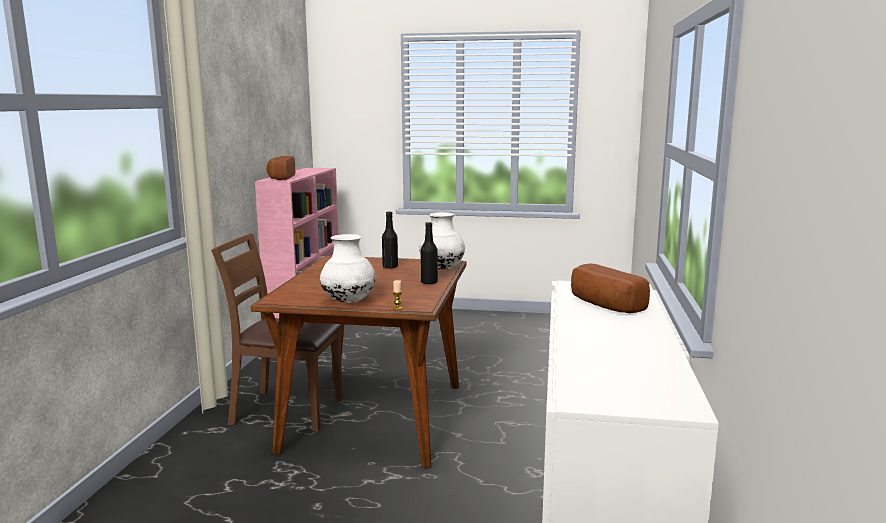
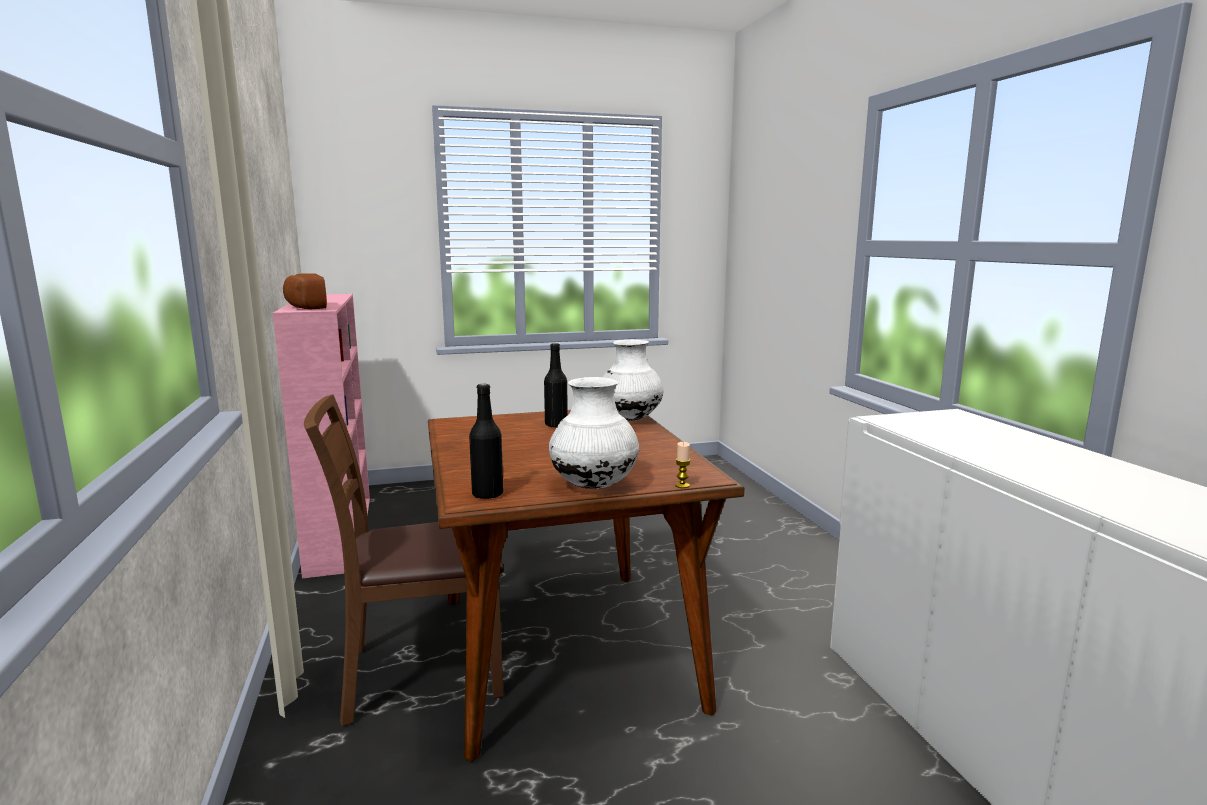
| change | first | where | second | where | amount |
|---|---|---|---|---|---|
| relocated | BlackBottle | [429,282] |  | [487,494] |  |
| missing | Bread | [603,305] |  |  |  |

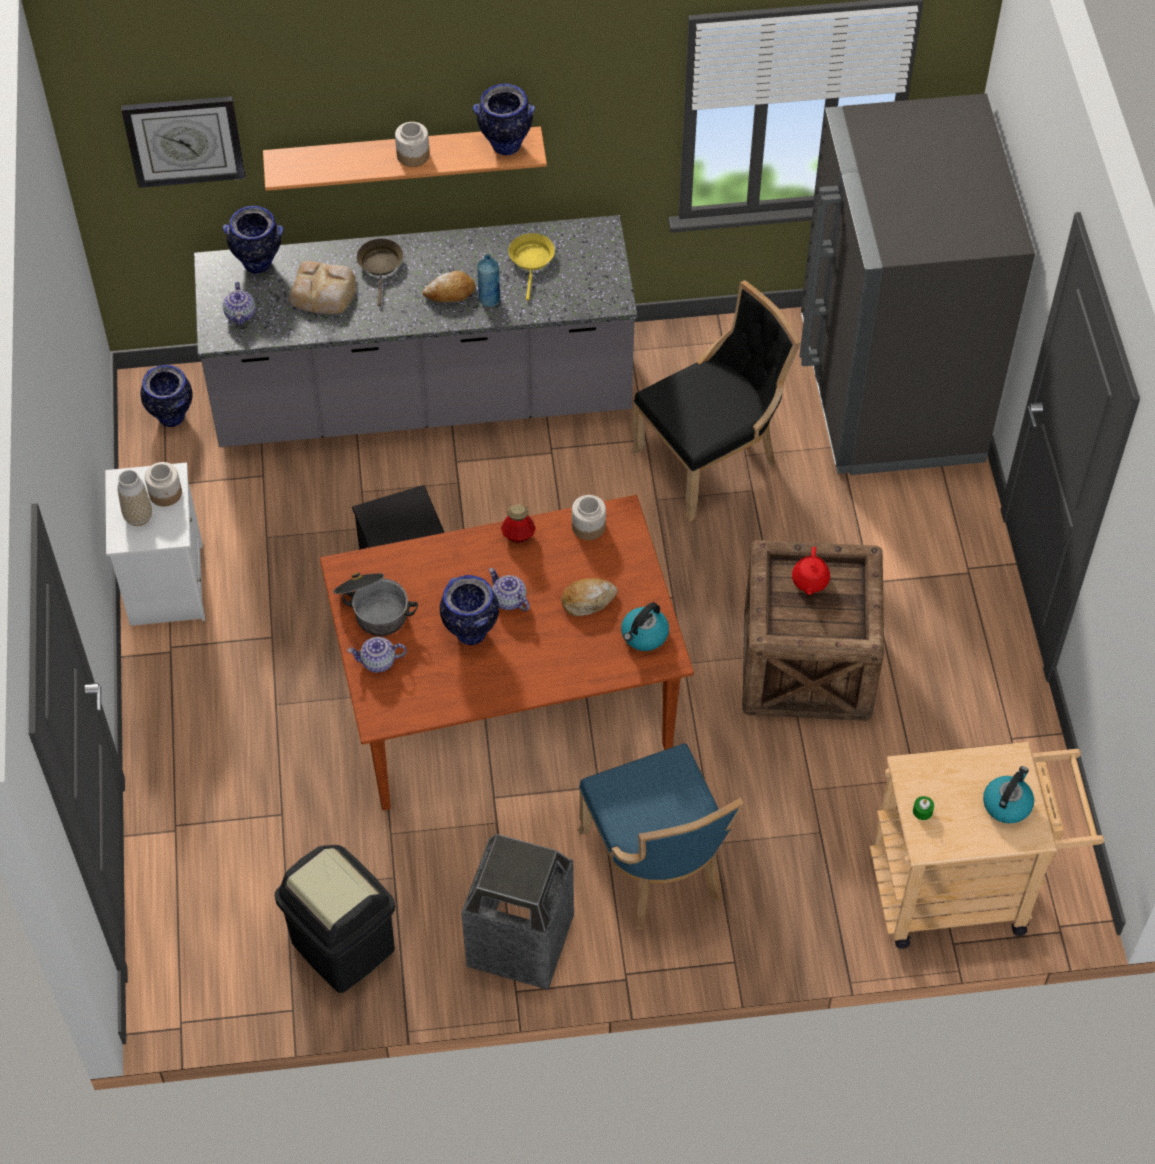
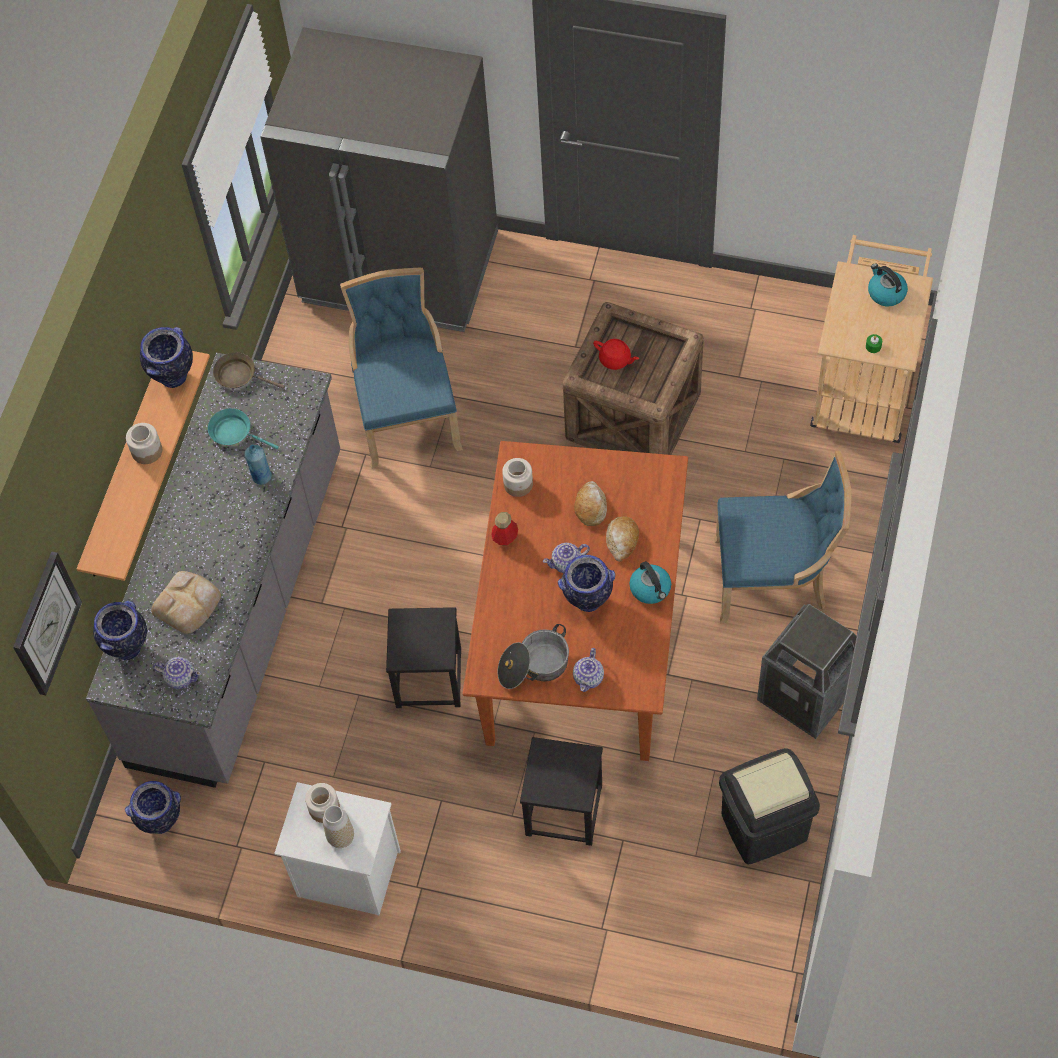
| change | first | where | second | where | amount |
|---|---|---|---|---|---|
| relocated | BrownFryingPan | [381,266] |  | [239,375] |  |
| relocated | Bread | [450,293] |  | [622,541] |  |
| colour | YellowFryingPan | [532,261] | TurquoiseFryingPan | [234,432] |  |
| relocated | Kettle | [644,635] |  | [651,589] |  |
| colour | BlackChair | [711,459] | BlueChair | [407,414] |  |
| appeared |  |  | BlackStool | [563,810] |  |

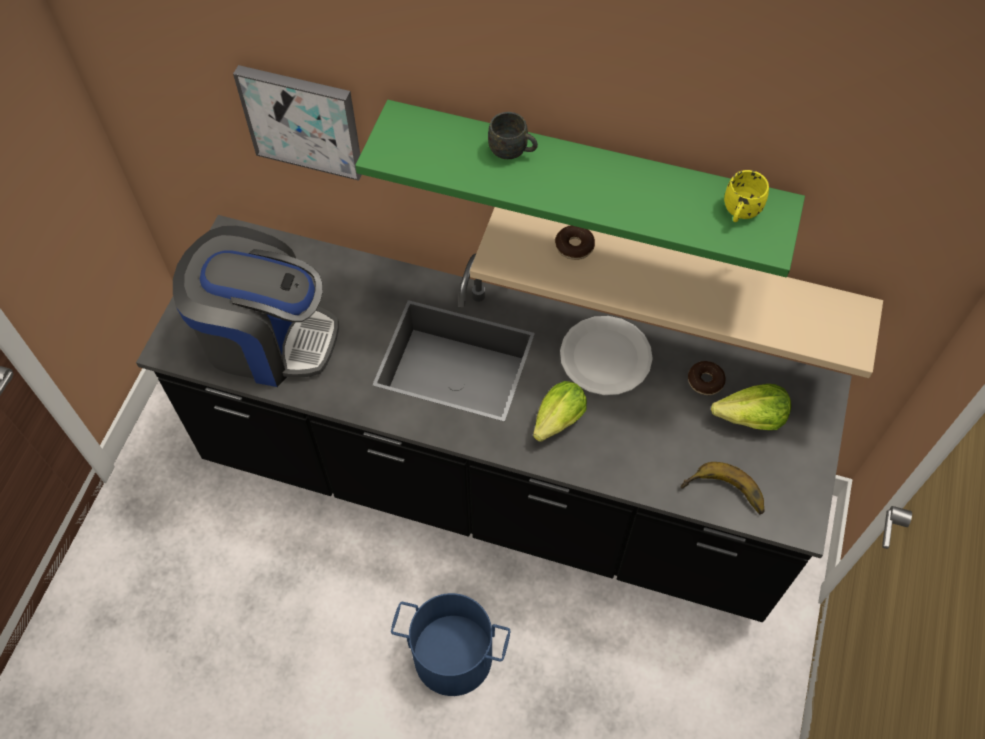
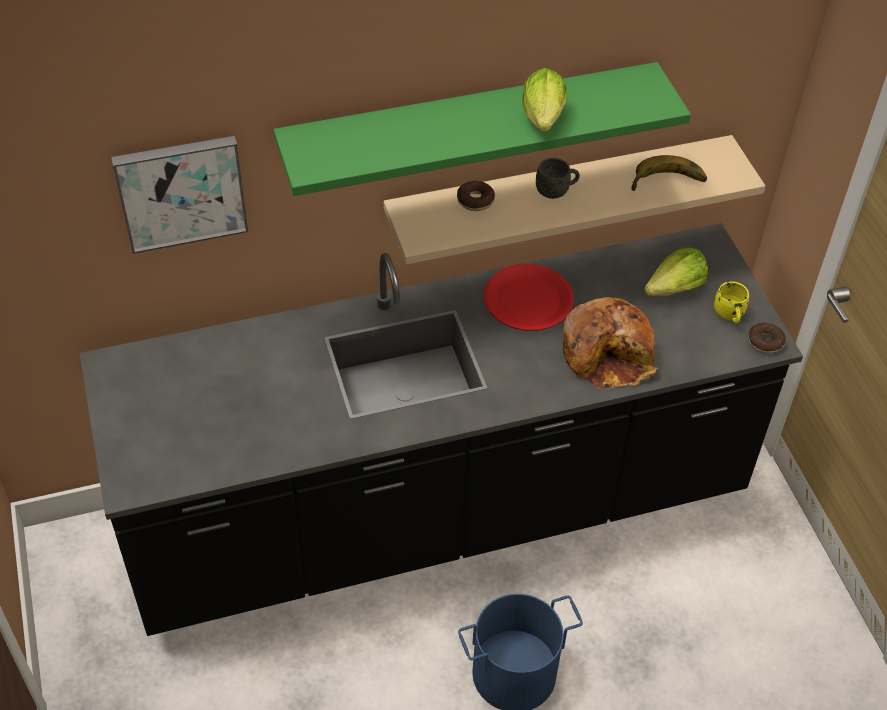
| change | first | where | second | where | amount |
|---|---|---|---|---|---|
| missing | CoffeeMachine | [267,338] |  |  |  |
| relocated | GreyMug | [513,151] |  | [556,191] |  |
| relocated | Lettuce | [556,423] |  | [543,121] |  |
| colour | WhitePlate | [605,357] | RedPlate | [528,299] |  |
| relocated | Banana | [723,496] |  | [668,183] |  |
| relocated | Donut | [705,381] |  | [765,342] |  |
| relocated | YellowMug | [740,212] |  | [729,316] |  |
| appeared |  |  | Bread | [608,353] |  |

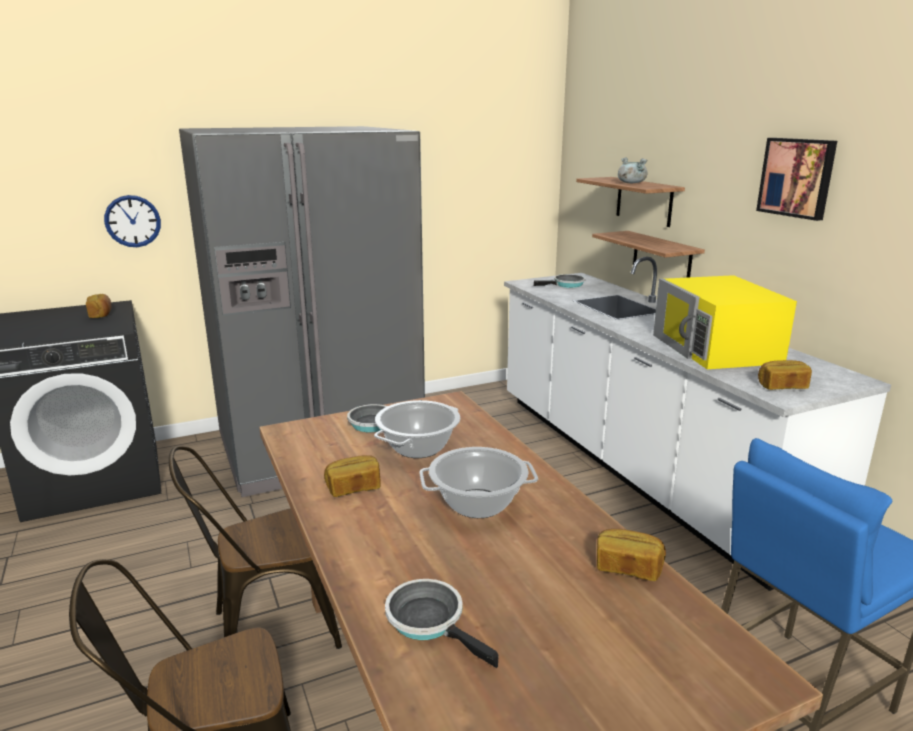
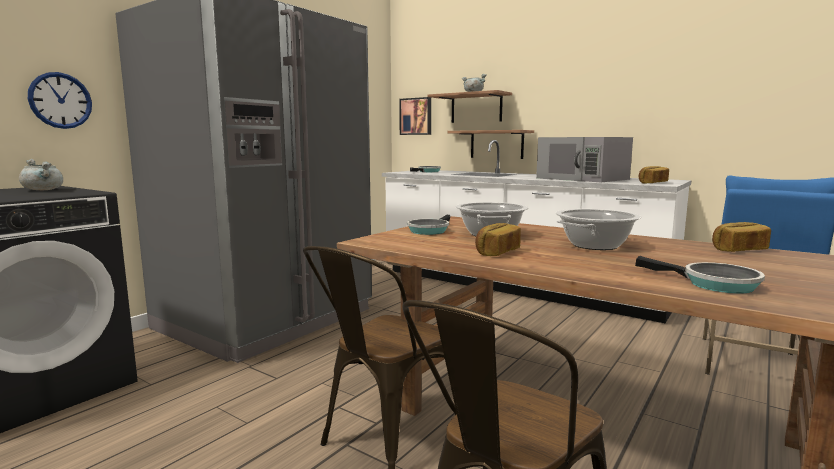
| change | first | where | second | where | amount |
|---|---|---|---|---|---|
| exchanged | Bread | [101,315] | GreyCookingPot | [44,190] |  |
| spun | FryingPan | [430,621] |  | [713,284] | 150 degrees counterclockwise |
| colour | YellowMicrowave | [716,349] | GreyMicrowave | [583,179] |  |
| relocated | Picture | [797,177] |  | [416,116] |  |

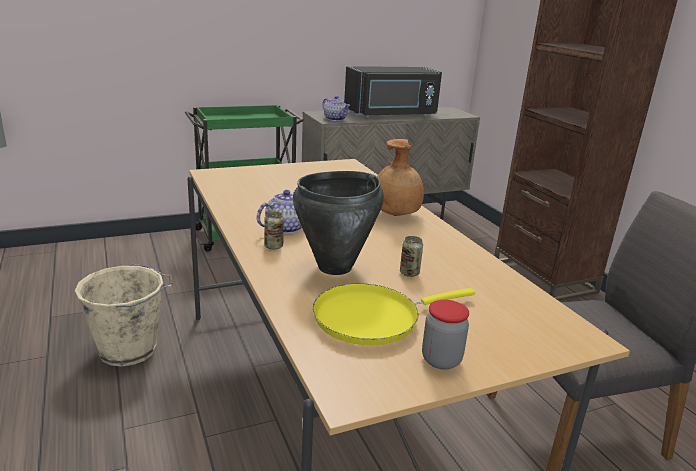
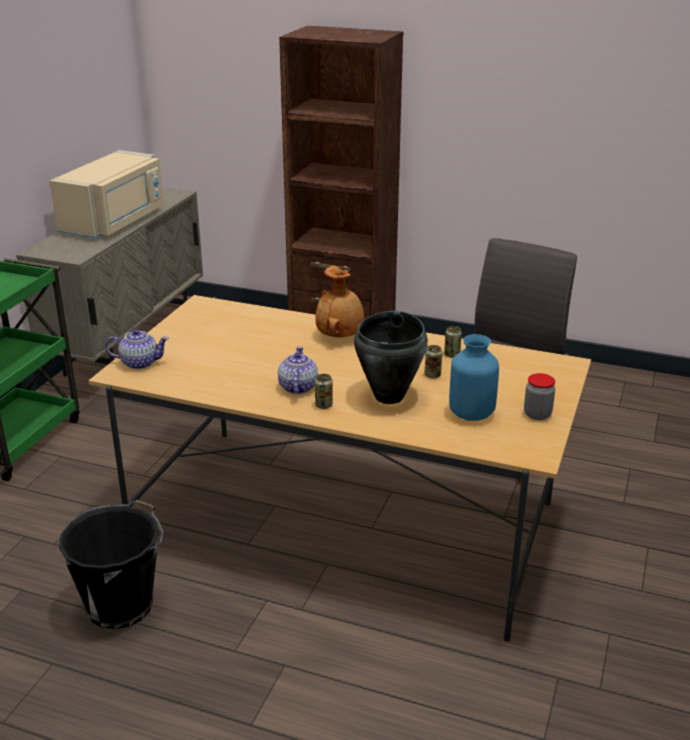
| change | first | where | second | where | amount |
|---|---|---|---|---|---|
| colour | BeigeBucket | [131,349] | BlackBucket | [122,604] |  |
| exchanged | YellowFryingPan | [373,318] | BlueVase | [470,414] |  |
| relocated | Teapot | [335,119] |  | [139,363] |  |
| colour | BlackMicrowave | [392,115] | BeigeMicrowave | [115,221] |  |
| appeared |  |  | Can | [452,355] |  |

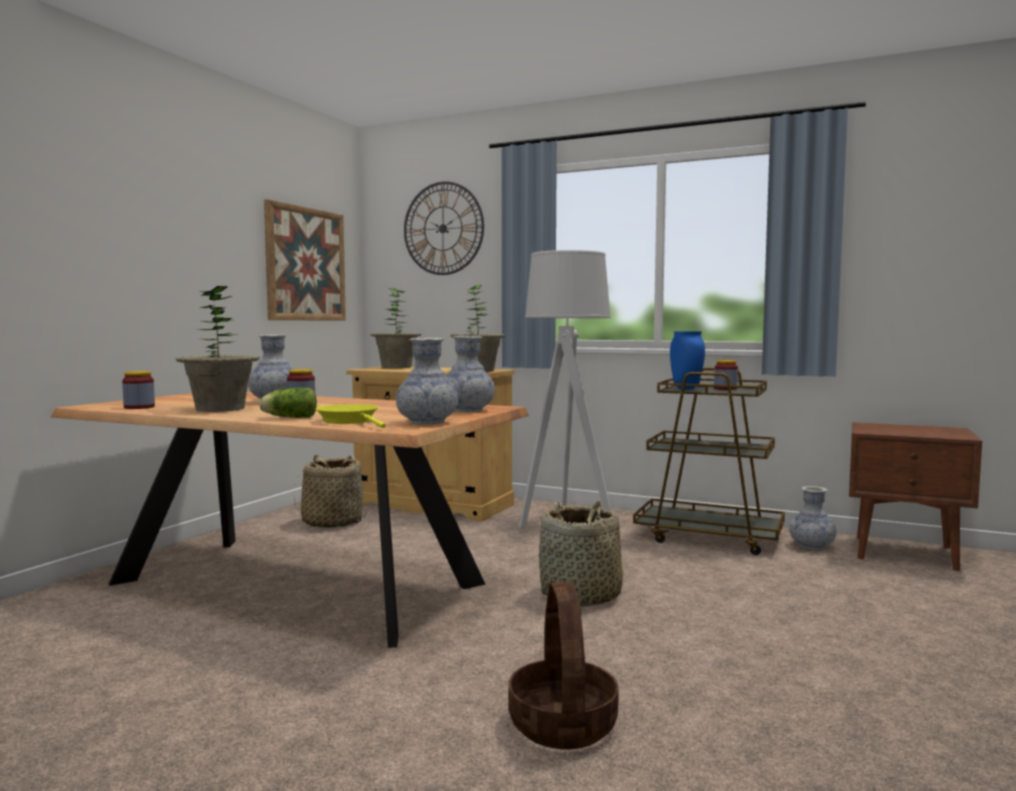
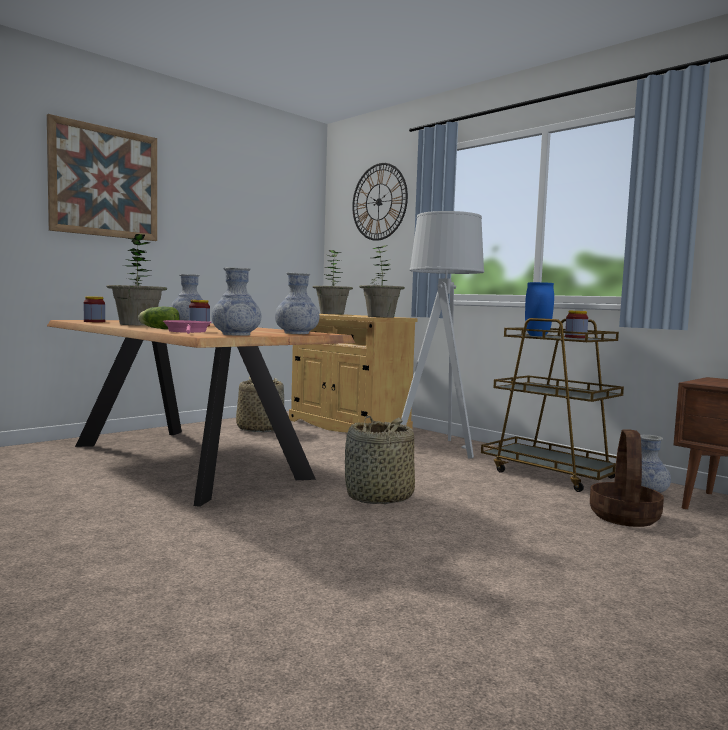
| change | first | where | second | where | amount |
|---|---|---|---|---|---|
| relocated | Picture | [306,264] |  | [104,182] |  |
| colour | YellowFryingPan | [350,421] | PinkFryingPan | [188,332] |  |
| relocated | Basket | [563,724] |  | [625,517] |  |

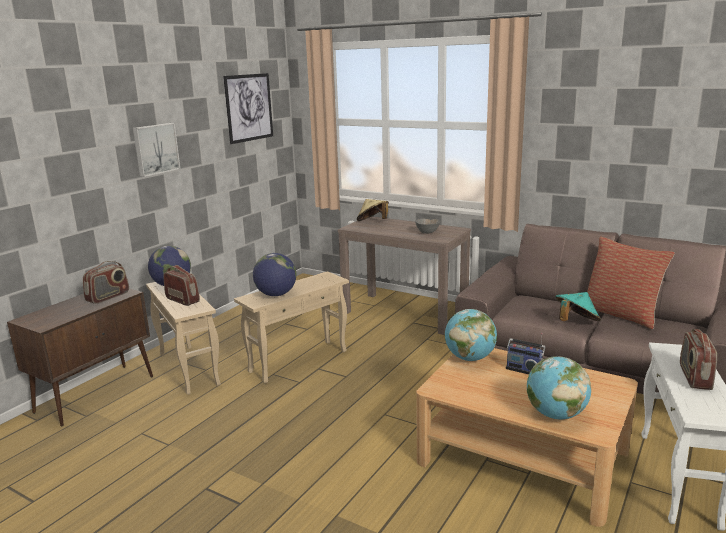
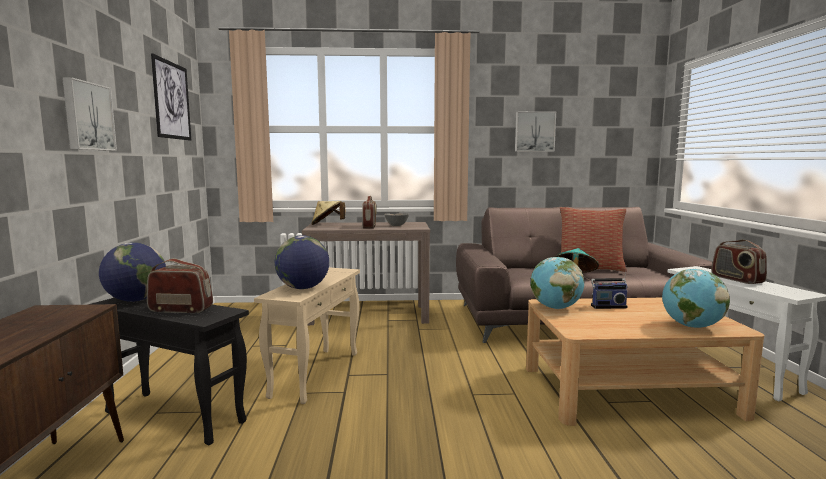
| change | first | where | second | where | amount |
|---|---|---|---|---|---|
| relocated | Radio | [108,297] |  | [369,226] |  |
| colour | BeigeSideTable | [188,369] | BlackSideTable | [174,417] |  |
| appeared |  |  | Picture | [534,131] |  |

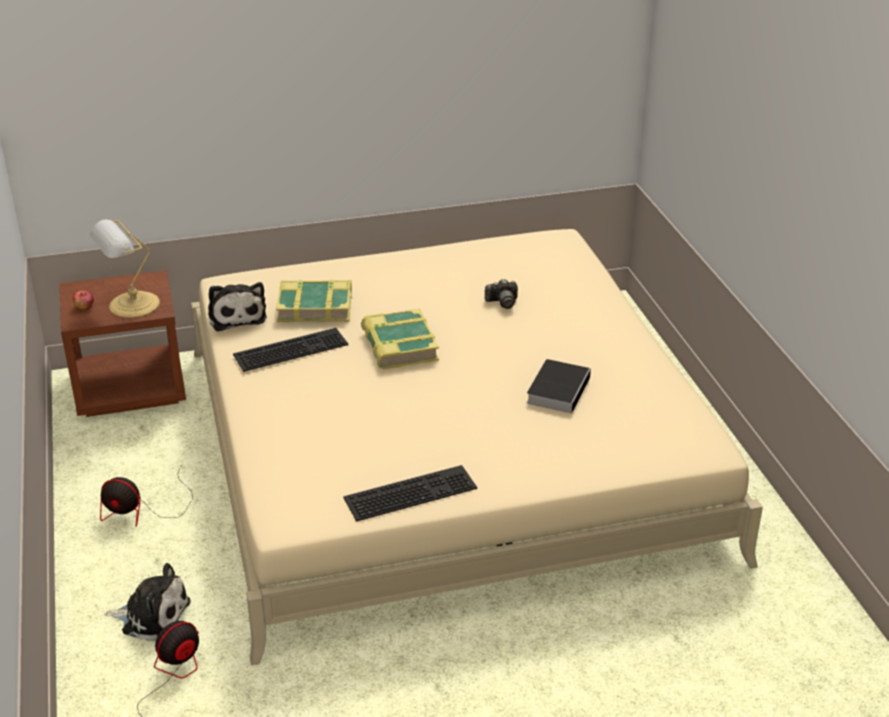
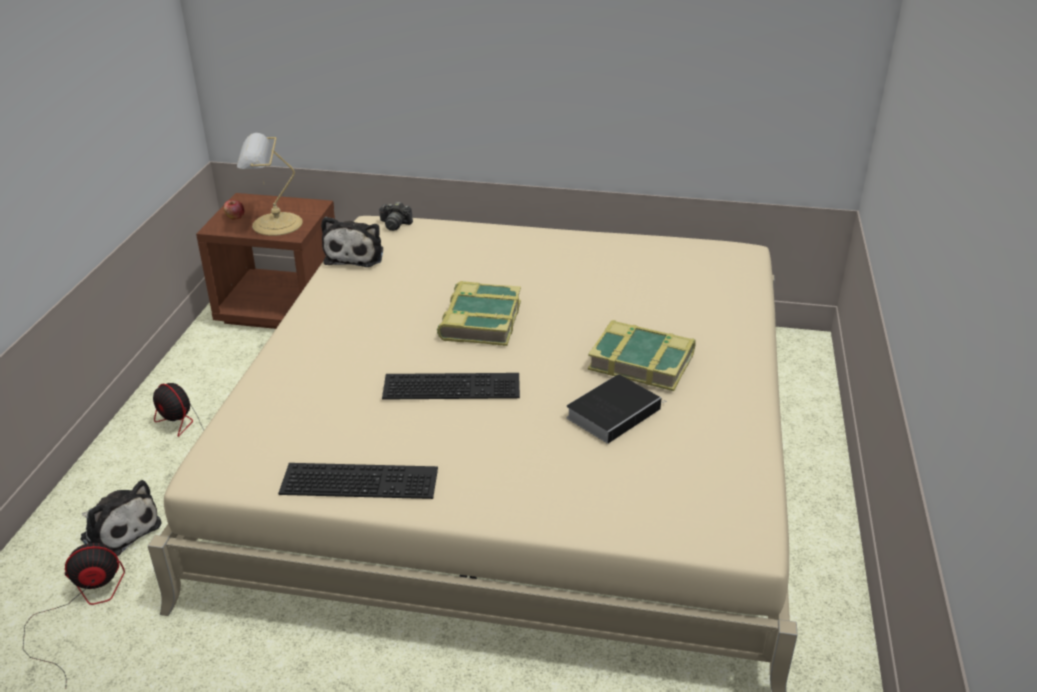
| change | first | where | second | where | amount |
|---|---|---|---|---|---|
| relocated | Keyboard | [291,348] |  | [453,385] |  |
| relocated | Book | [315,307] |  | [641,361] |  |
| relocated | PhotoCamera | [502,302] |  | [395,224] |  |

